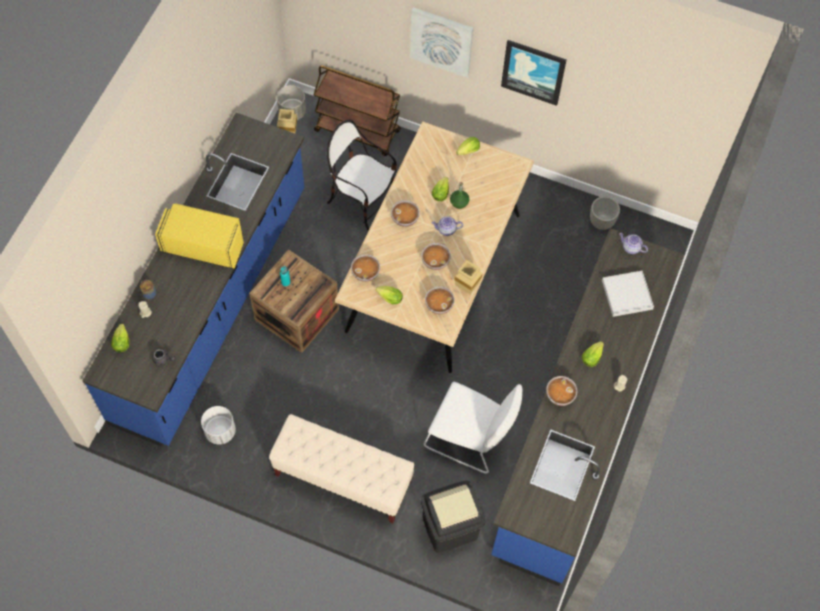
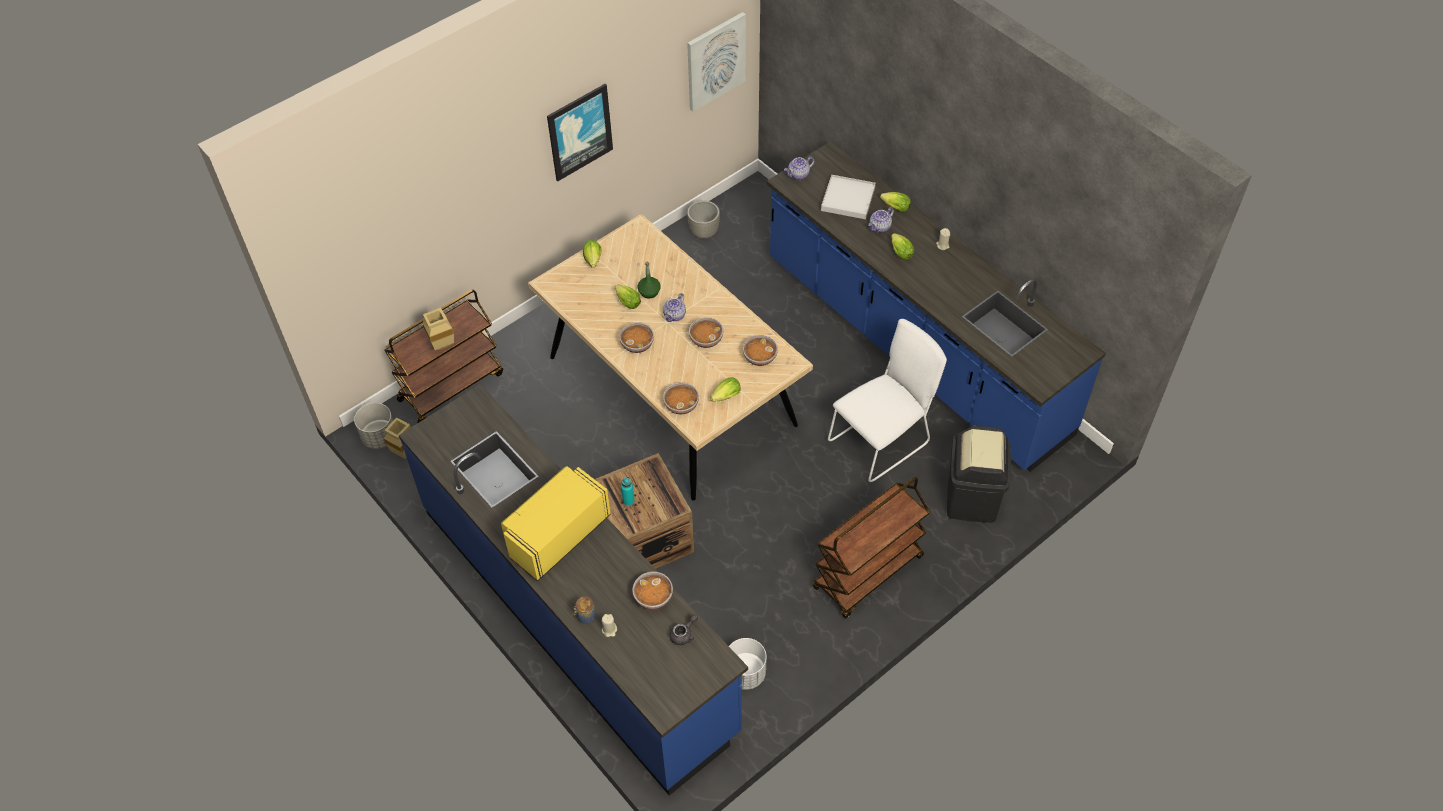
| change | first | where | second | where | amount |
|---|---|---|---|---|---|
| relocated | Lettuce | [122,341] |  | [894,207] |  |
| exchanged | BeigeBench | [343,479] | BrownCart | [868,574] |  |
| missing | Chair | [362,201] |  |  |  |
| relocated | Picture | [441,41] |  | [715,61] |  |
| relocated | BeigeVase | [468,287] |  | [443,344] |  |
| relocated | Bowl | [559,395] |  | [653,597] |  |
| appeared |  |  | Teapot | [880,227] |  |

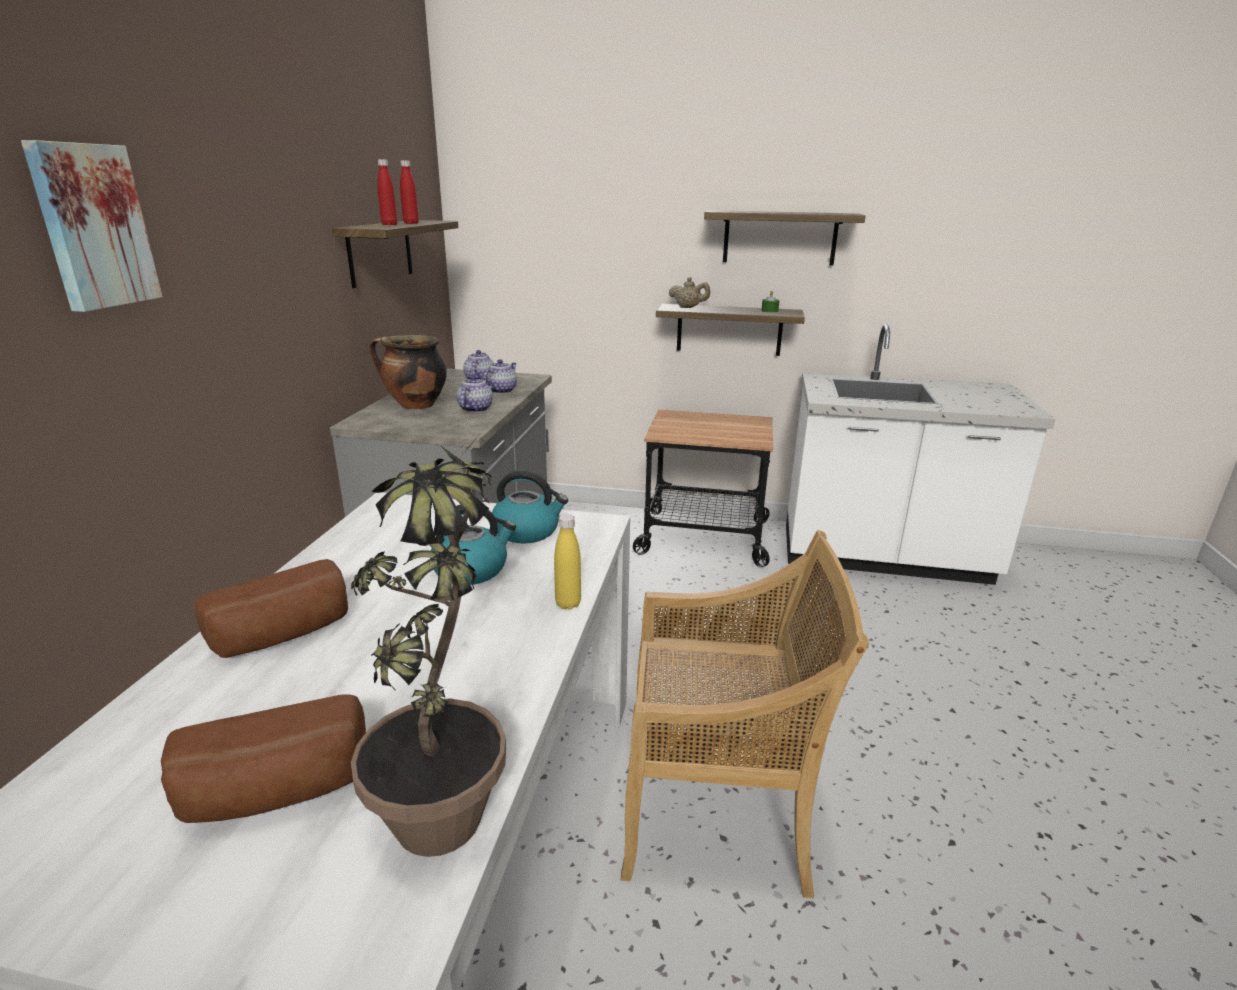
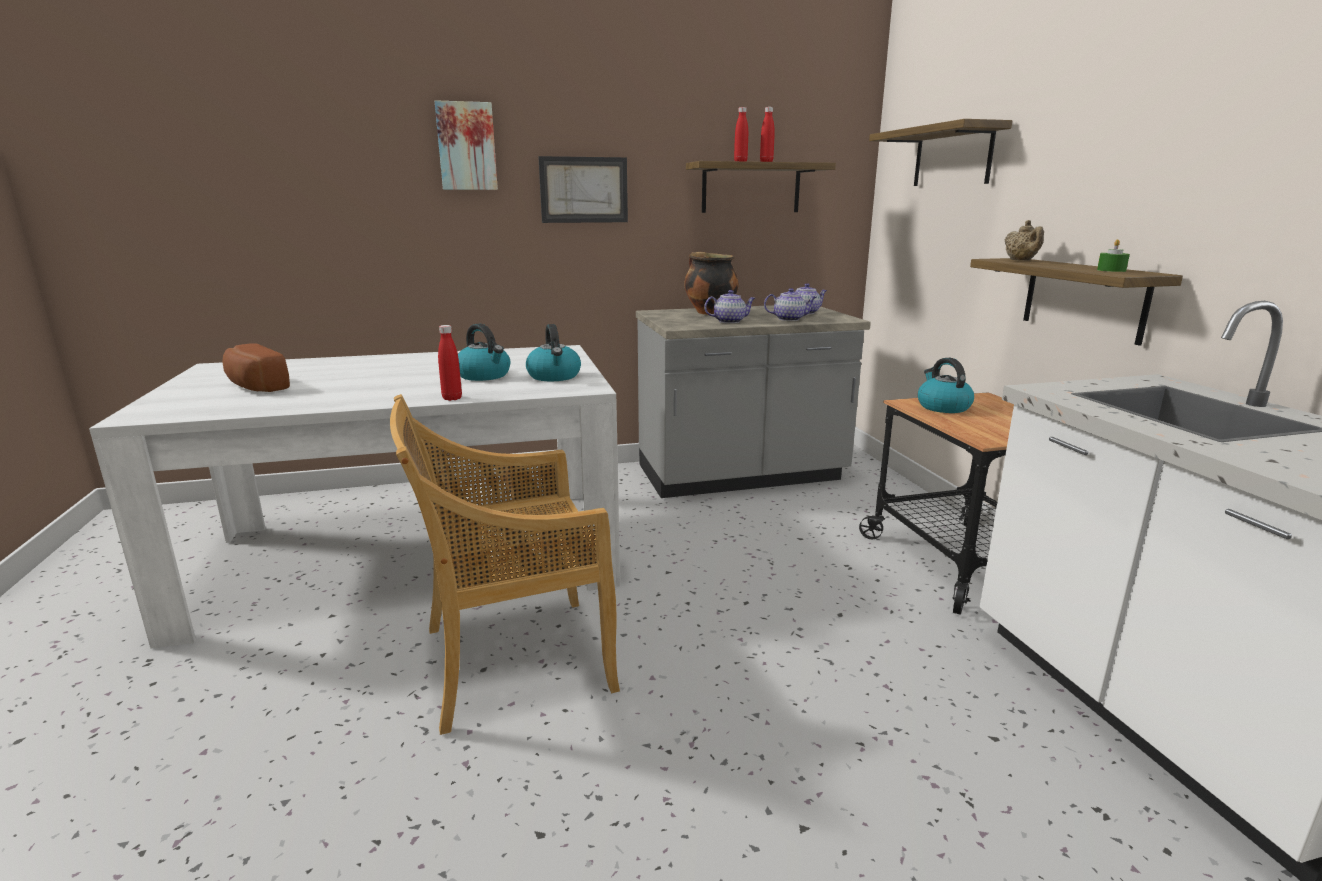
| change | first | where | second | where | amount |
|---|---|---|---|---|---|
| missing | Bread | [285,635] |  |  |  |
| missing | PottedPlant | [451,794] |  |  |  |
| colour | YellowBottle | [568,604] | RedBottle | [452,398] |  |
| spun | BeigeChair | [717,810] |  | [513,660] | 90 degrees clockwise |
| relocated | Shelf | [779,238] |  | [952,157] |  |
| appeared |  |  | Picture | [584,190] |  |
| appeared |  |  | Kettle | [942,407] |  |

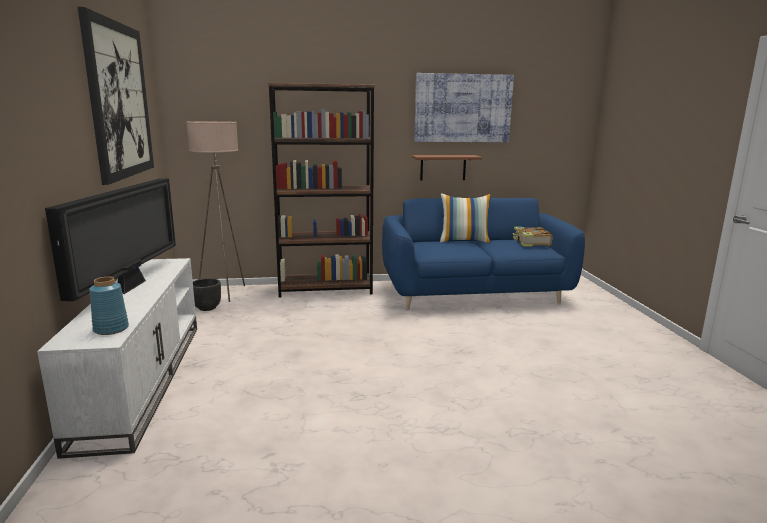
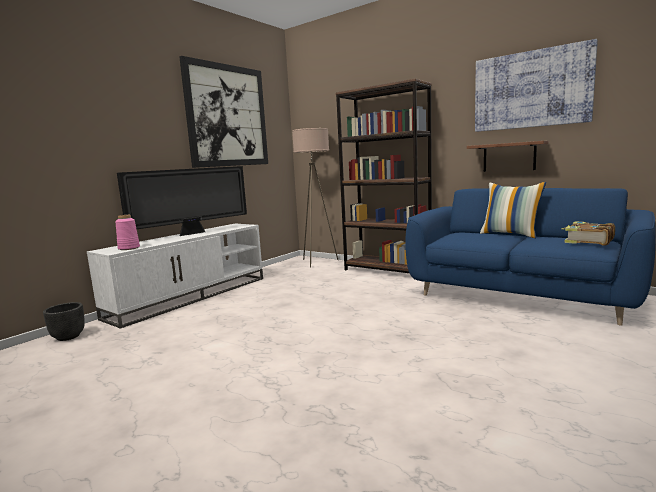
| change | first | where | second | where | amount |
|---|---|---|---|---|---|
| colour | BlueVase | [111,329] | PinkVase | [129,248] |  |
| relocated | BlackPlanter | [207,308] |  | [68,337] |  |

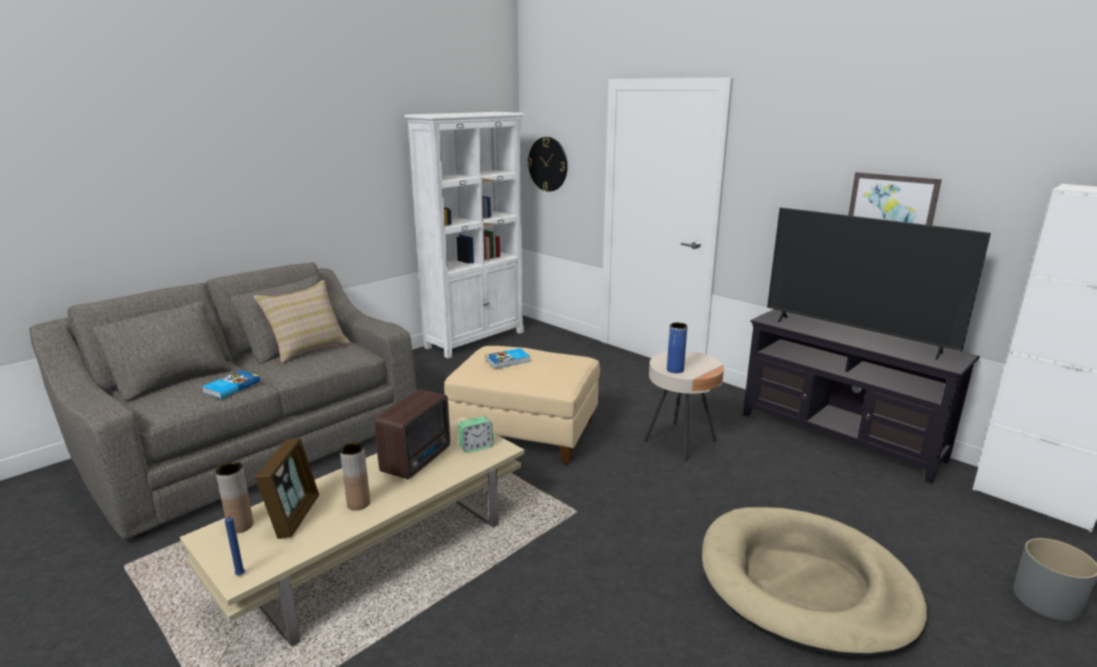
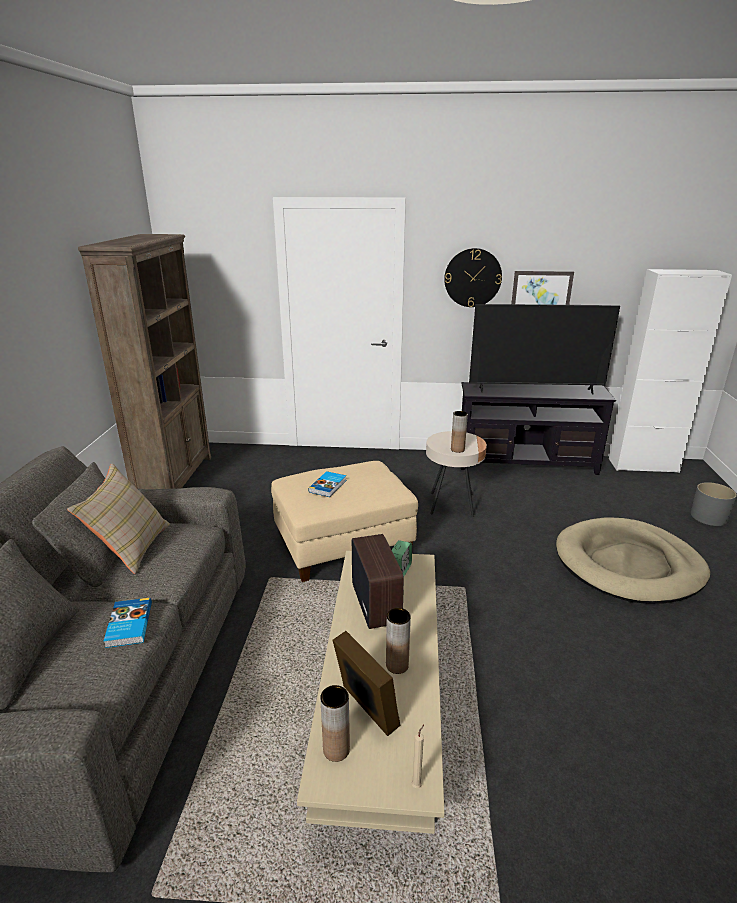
| change | first | where | second | where | amount |
|---|---|---|---|---|---|
| colour | BlueCandle | [242,575] | BeigeCandle | [417,785] |  |
| colour | WhiteBookcase | [476,339] | BrownBookcase | [175,479] |  |
| relocated | WallClock | [548,164] |  | [472,278] |  |
| colour | BlueVase | [675,370] | BrownVase | [457,449] |  |

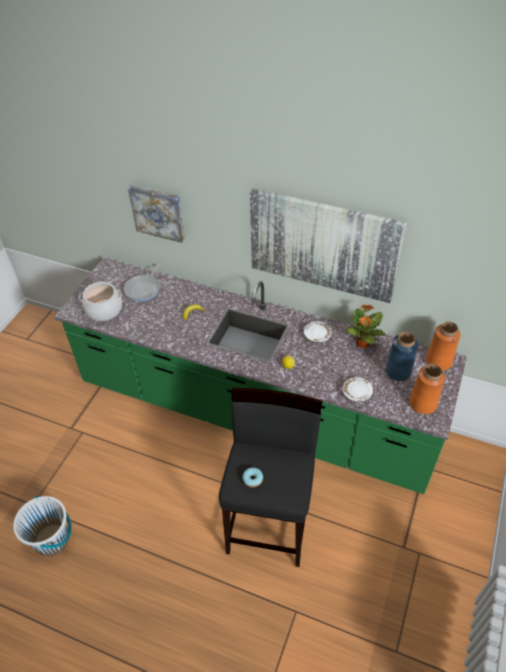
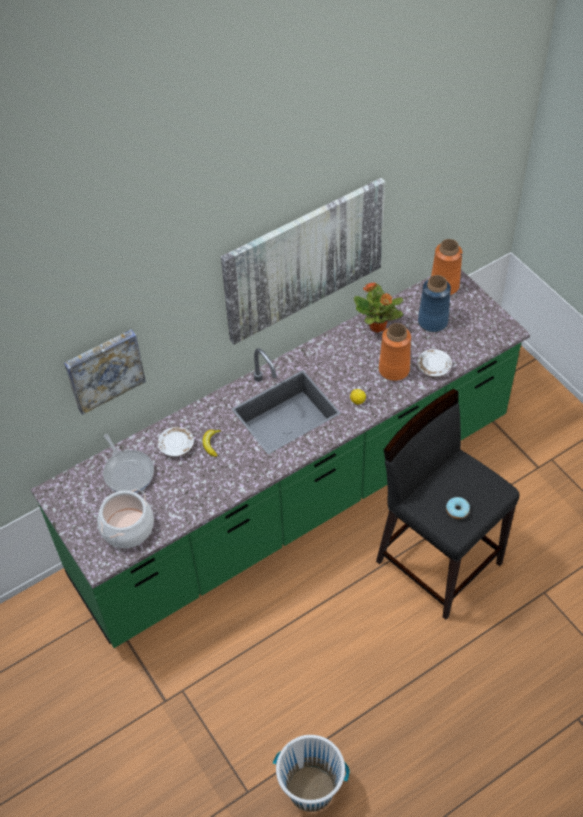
| change | first | where | second | where | amount |
|---|---|---|---|---|---|
| relocated | WhitePlate | [317,335] |  | [176,446] |  |
| relocated | OrangeVase | [422,403] |  | [394,369] |  |

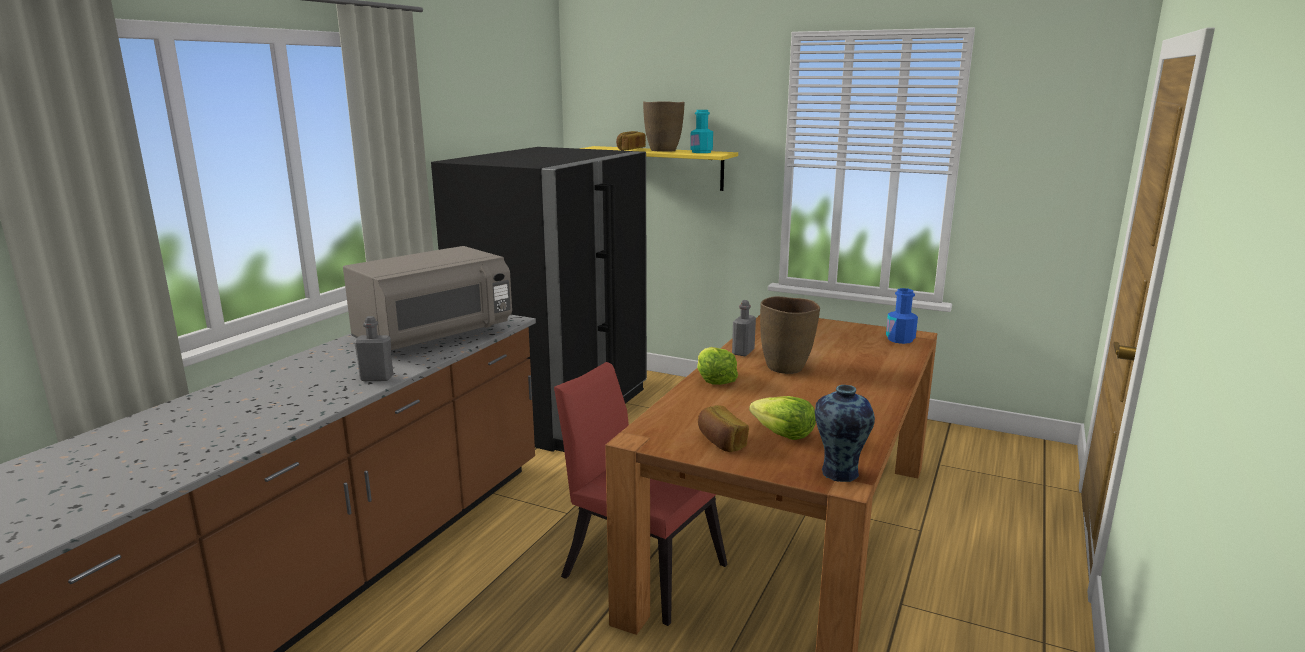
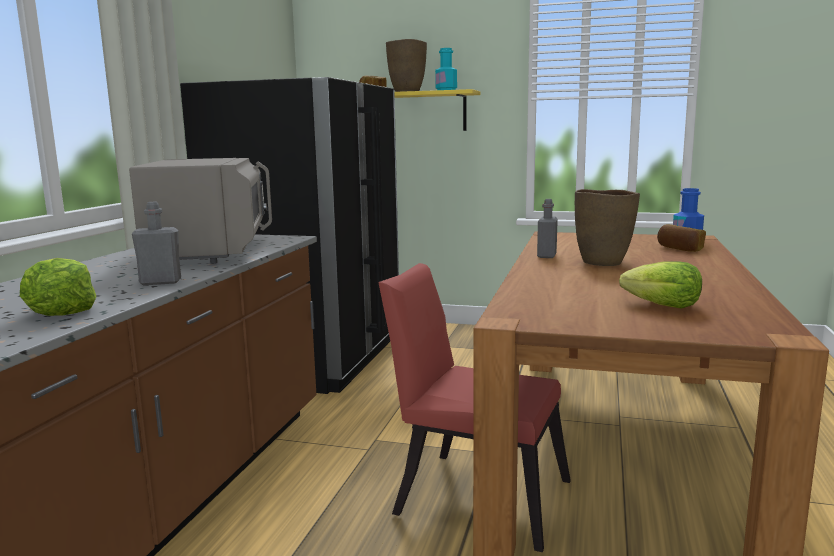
| change | first | where | second | where | amount |
|---|---|---|---|---|---|
| spun | GreyMicrowave | [435,336] |  | [211,251] | 45 degrees counterclockwise |
| relocated | Lettuce | [714,380] |  | [62,310] |  |
| relocated | Bread | [720,442] |  | [680,249] |  |
| missing | Vase | [839,473] |  |  |  |

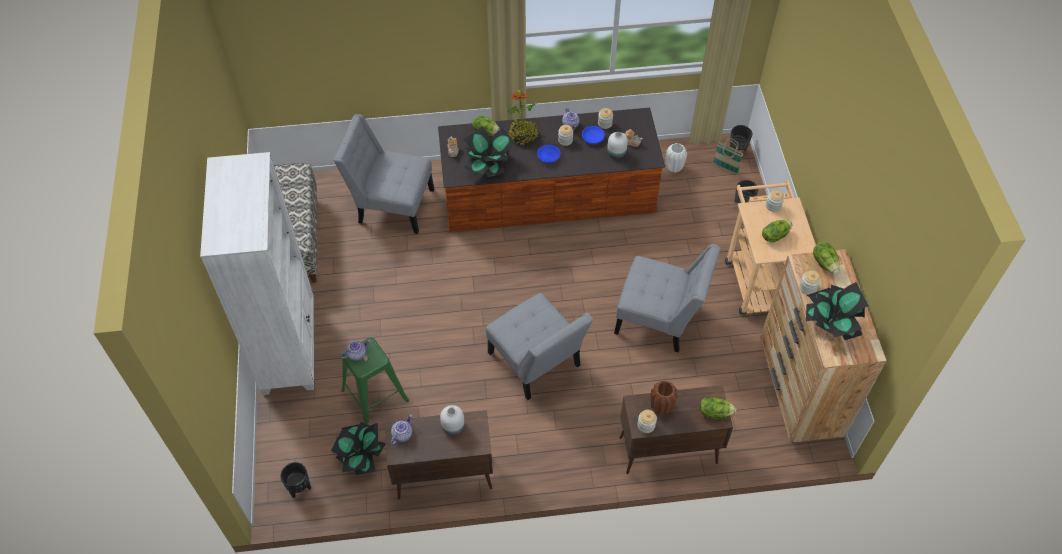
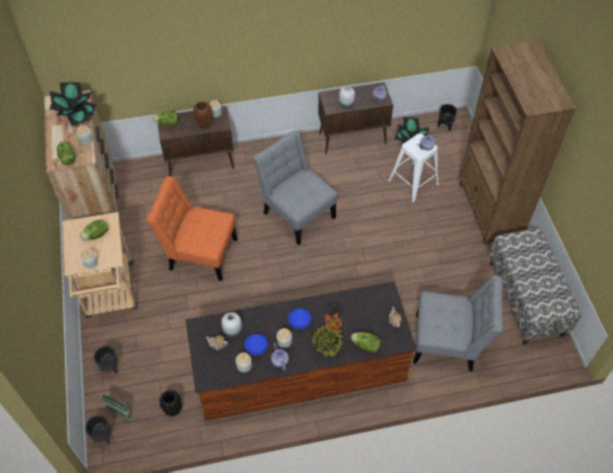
| change | first | where | second | where | amount |
|---|---|---|---|---|---|
| colour | WhiteBookcase | [290,347] | BrownBookcase | [489,210] |  |
| colour | GreenStool | [374,395] | WhiteStool | [414,183] |  |
| missing | PottedPlant | [489,165] |  |  |  |
| colour | GreyChair | [660,319] | OrangeChair | [199,253] |  |
| colour | WhiteVase | [674,167] | BlackVase | [173,409] |  |

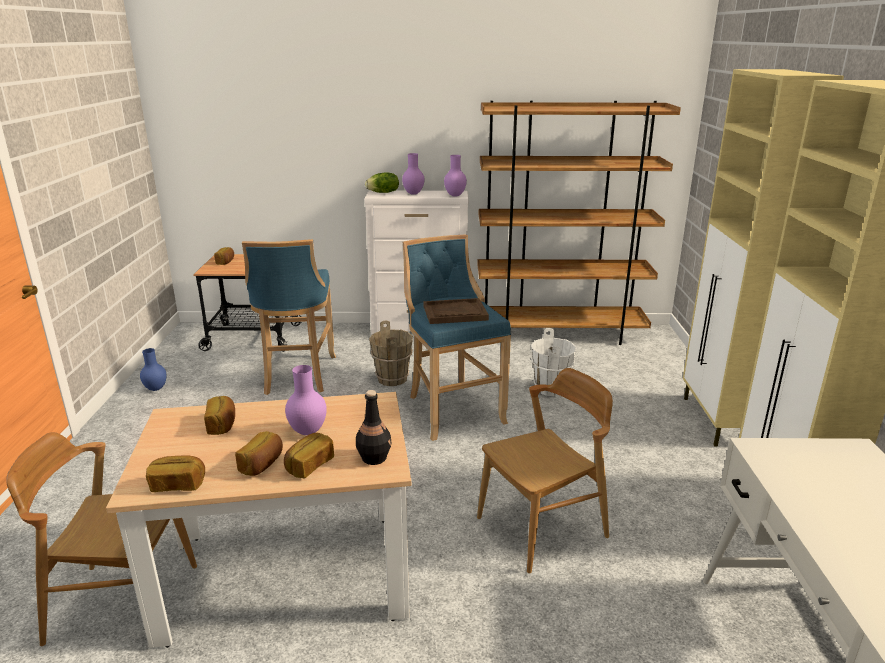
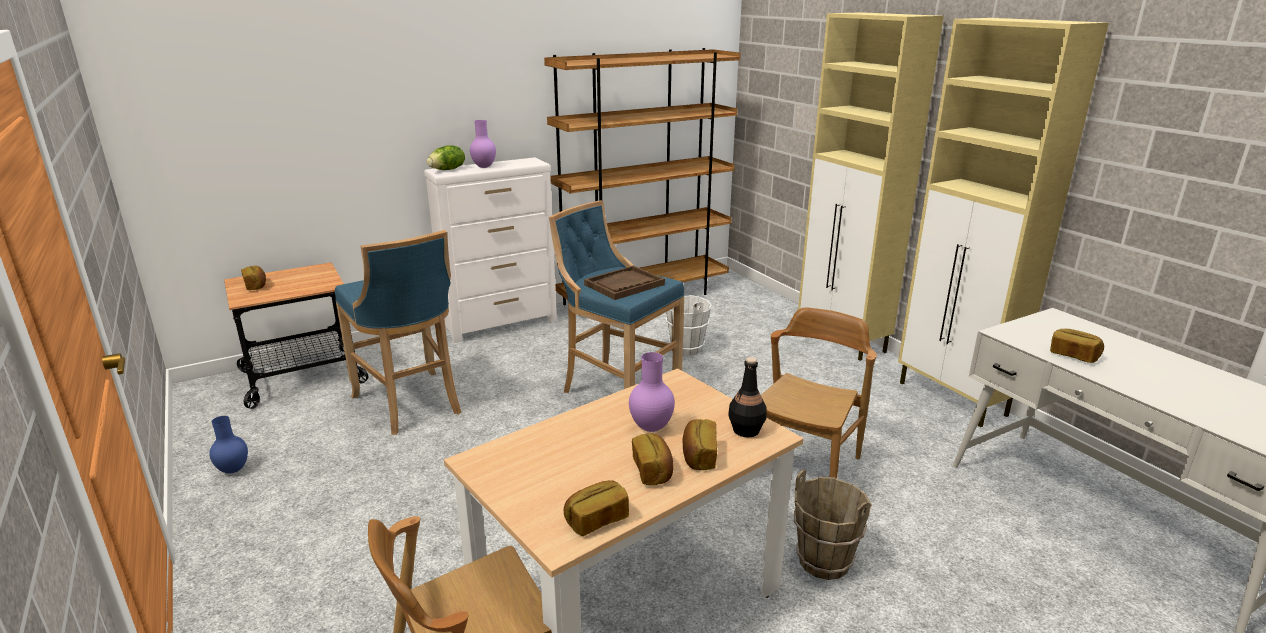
| change | first | where | second | where | amount |
|---|---|---|---|---|---|
| relocated | Bread | [222,425] |  | [1073,355] |  |
| relocated | BrownBucket | [393,379] |  | [824,561] |  |
| missing | PurpleVase | [455,195] |  |  |  |

